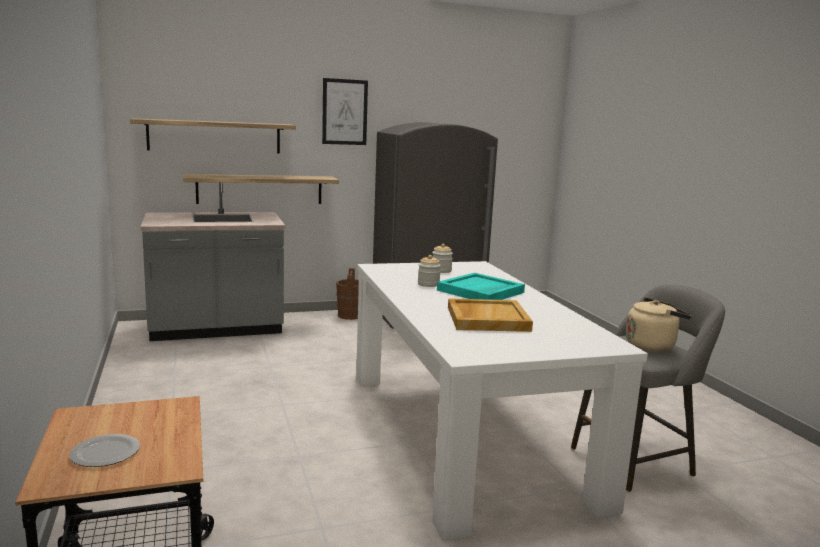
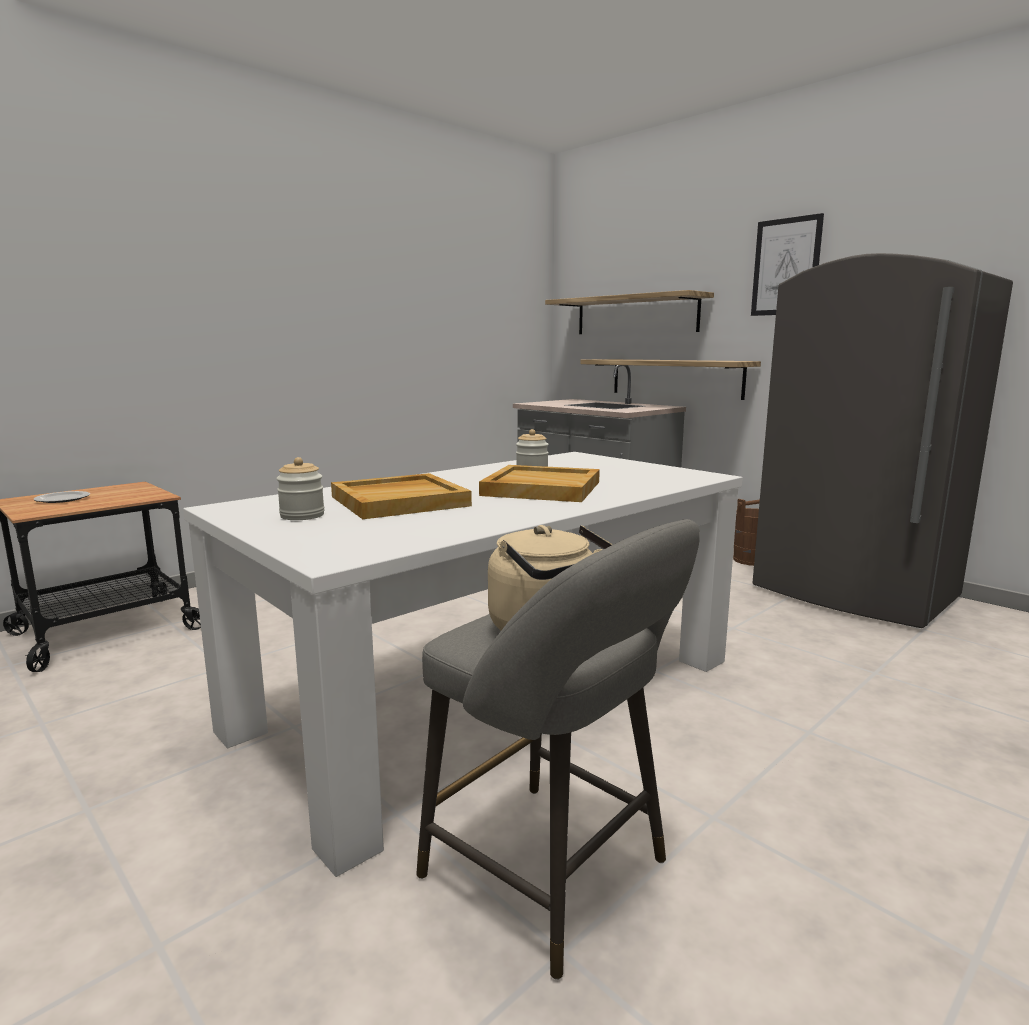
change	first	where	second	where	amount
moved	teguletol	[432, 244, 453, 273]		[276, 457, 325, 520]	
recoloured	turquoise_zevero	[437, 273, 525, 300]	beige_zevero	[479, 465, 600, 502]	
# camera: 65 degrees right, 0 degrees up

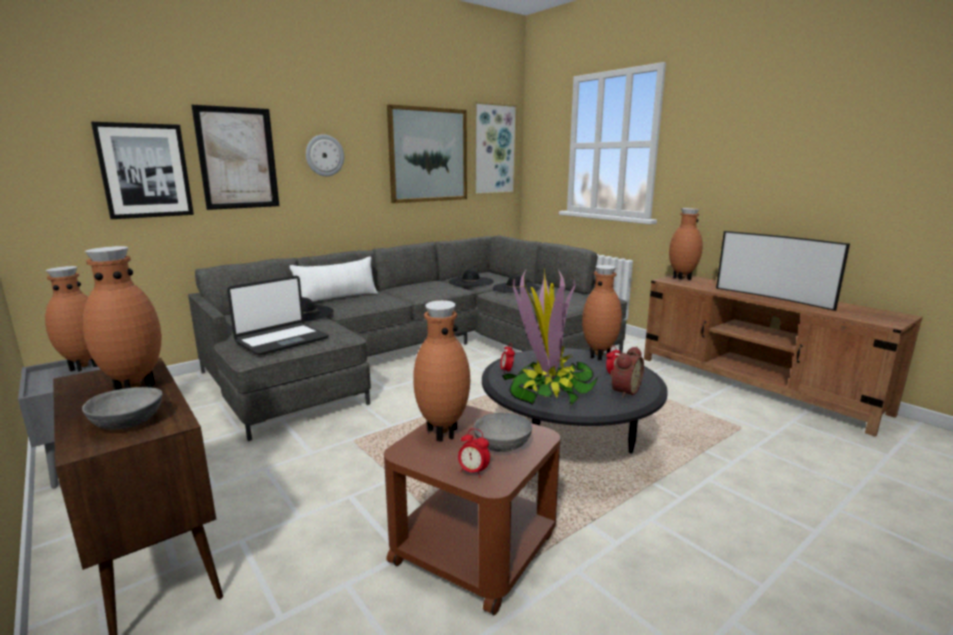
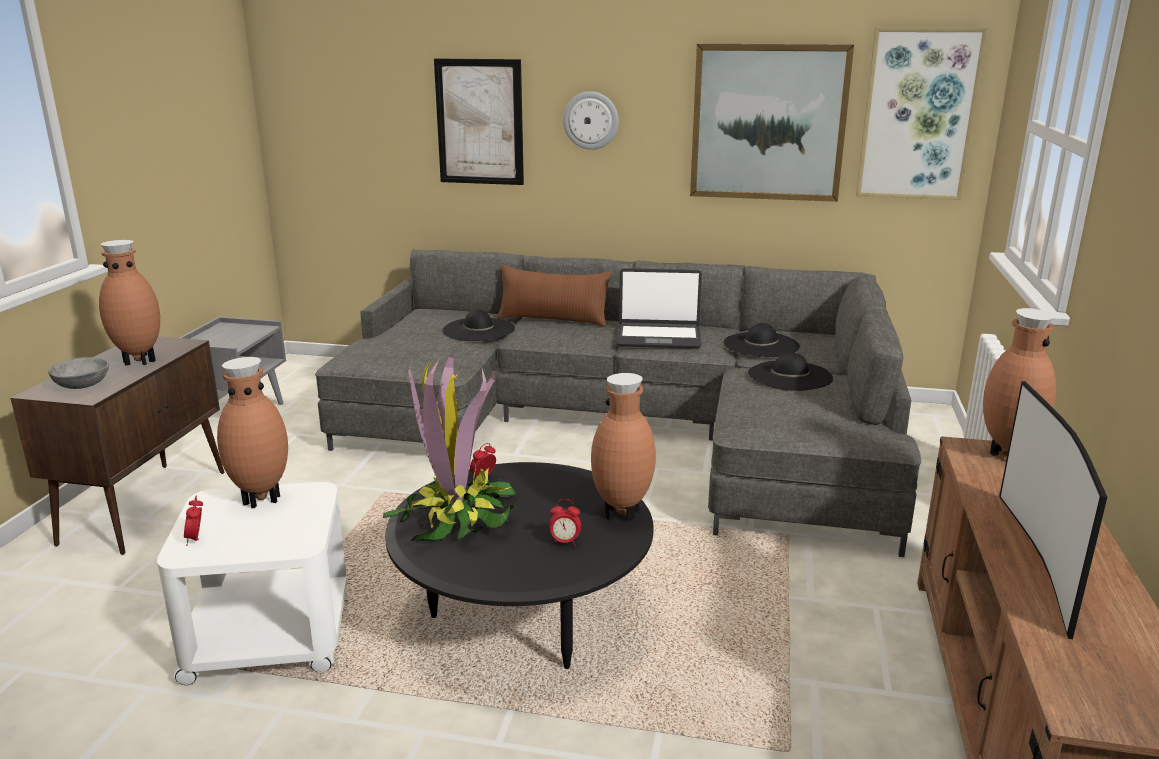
change	first	where	second	where	amount
removed	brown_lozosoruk	[45, 266, 97, 372]			
removed	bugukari	[91, 122, 194, 219]			
moved	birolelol	[227, 276, 329, 355]		[616, 268, 702, 349]	
recoloured	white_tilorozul	[290, 256, 378, 302]	brown_tilorozul	[497, 265, 612, 327]	
recoloured	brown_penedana	[384, 405, 560, 616]	white_penedana	[157, 482, 347, 685]	
removed	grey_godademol	[473, 413, 532, 452]			
removed	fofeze	[610, 346, 644, 398]			
# camera: 50 degrees right, 5 degrees up

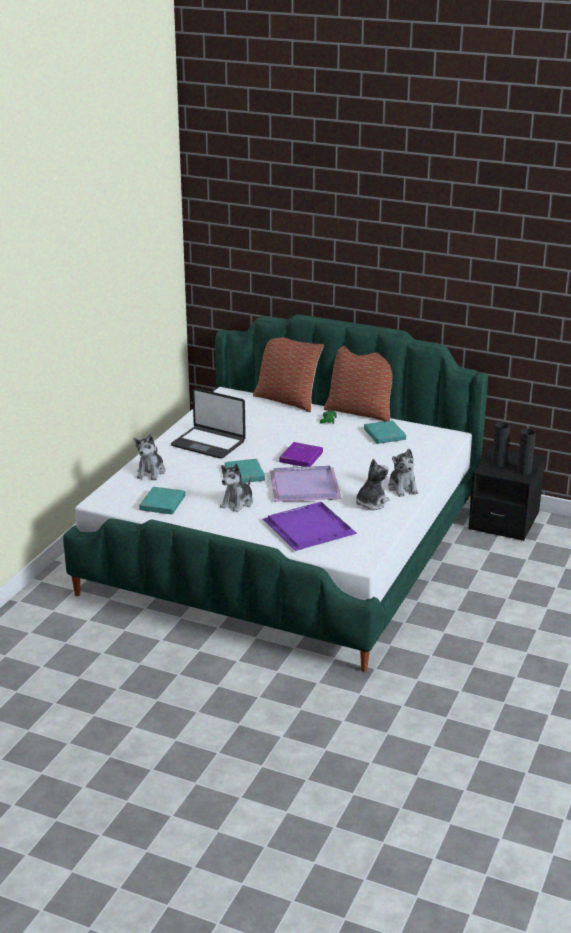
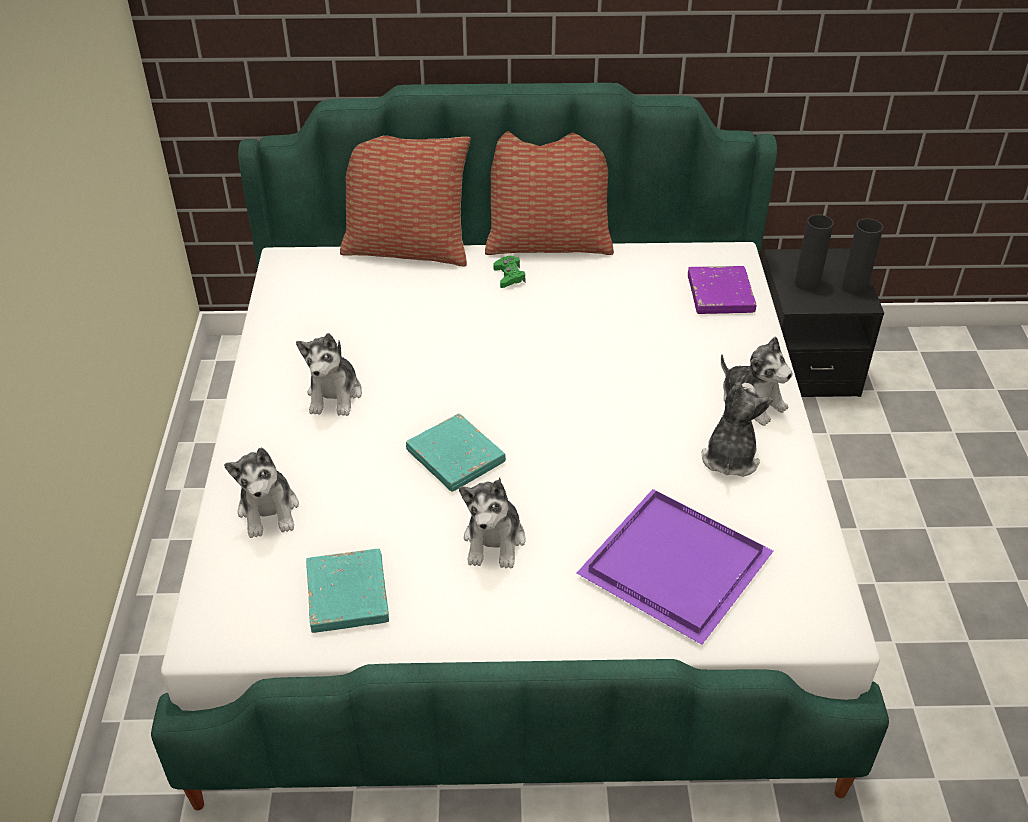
change	first	where	second	where	amount
replaced	birolelol	[171, 388, 246, 459]	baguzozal	[296, 333, 362, 416]	
removed	purple_zevero	[269, 466, 342, 502]			
moved	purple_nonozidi	[279, 442, 323, 468]		[688, 266, 756, 314]	
removed	turquoise_nonozidi	[364, 420, 406, 444]			
# camera: 25 degrees left, 15 degrees up

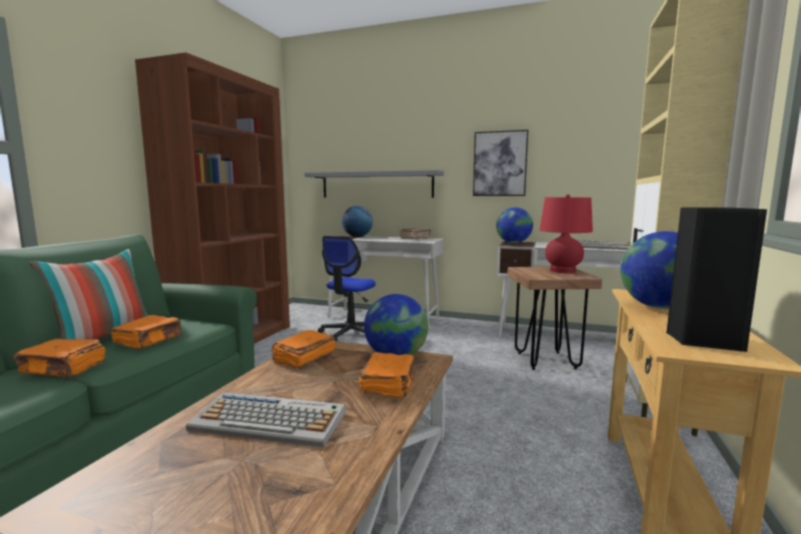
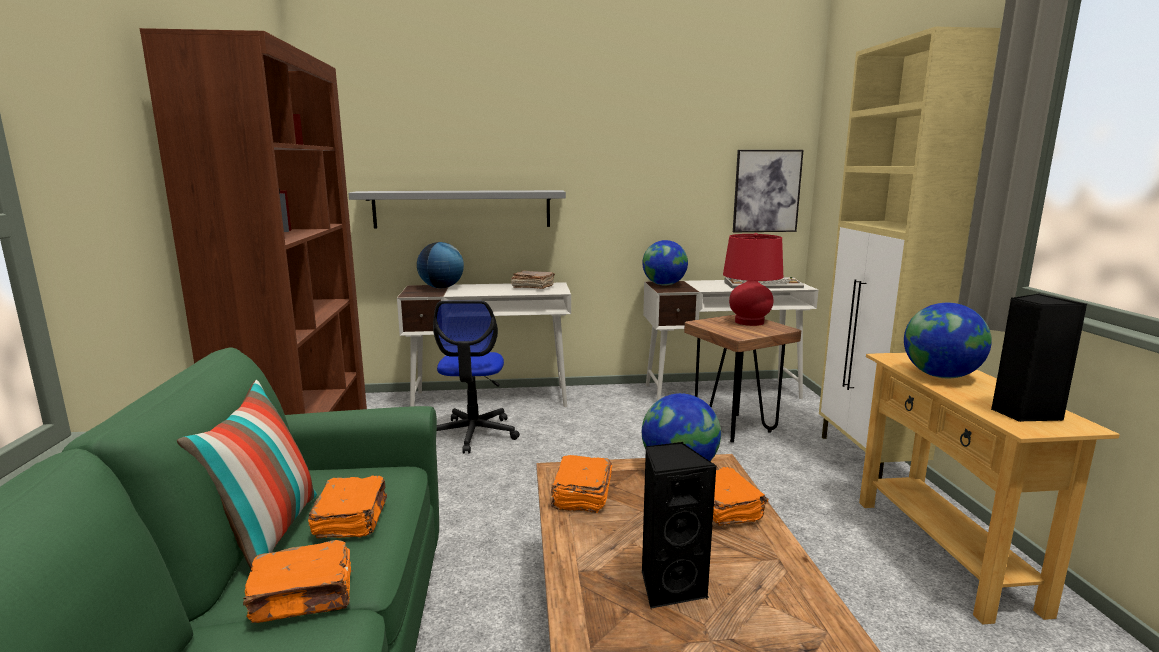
change	first	where	second	where	amount
replaced	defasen	[186, 392, 346, 448]	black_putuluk	[642, 442, 717, 609]	
moved	bugukari	[473, 130, 528, 196]		[733, 150, 804, 232]	
# camera: 25 degrees left, 5 degrees up

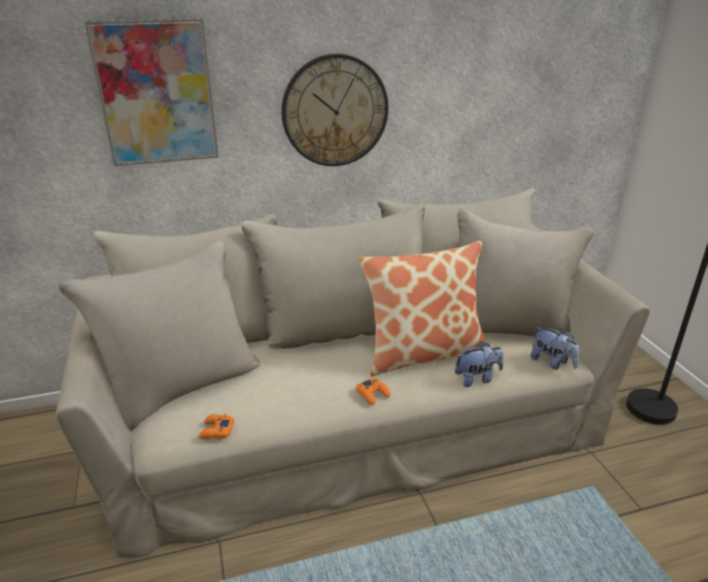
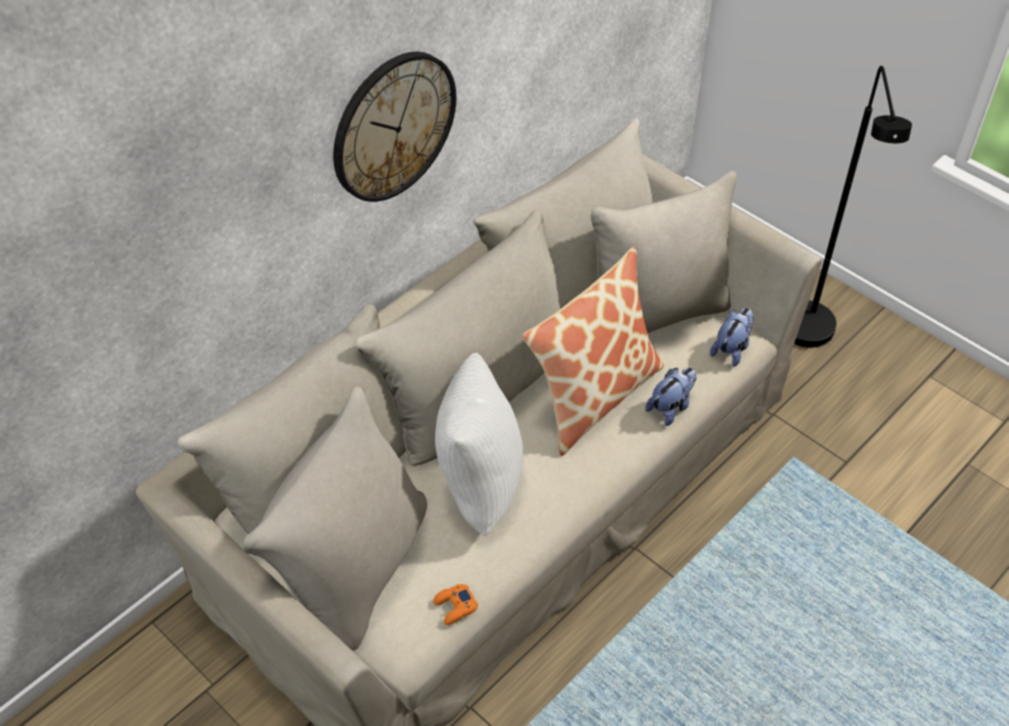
change	first	where	second	where	amount
removed	bugukari	[85, 18, 219, 166]			
removed	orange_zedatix	[356, 378, 390, 405]			
turned	baguzozal	[531, 327, 579, 370]		[710, 308, 754, 367]	75 degrees counterclockwise
added			white_tilorozul	[435, 353, 524, 537]	
# camera: 30 degrees left, 20 degrees up

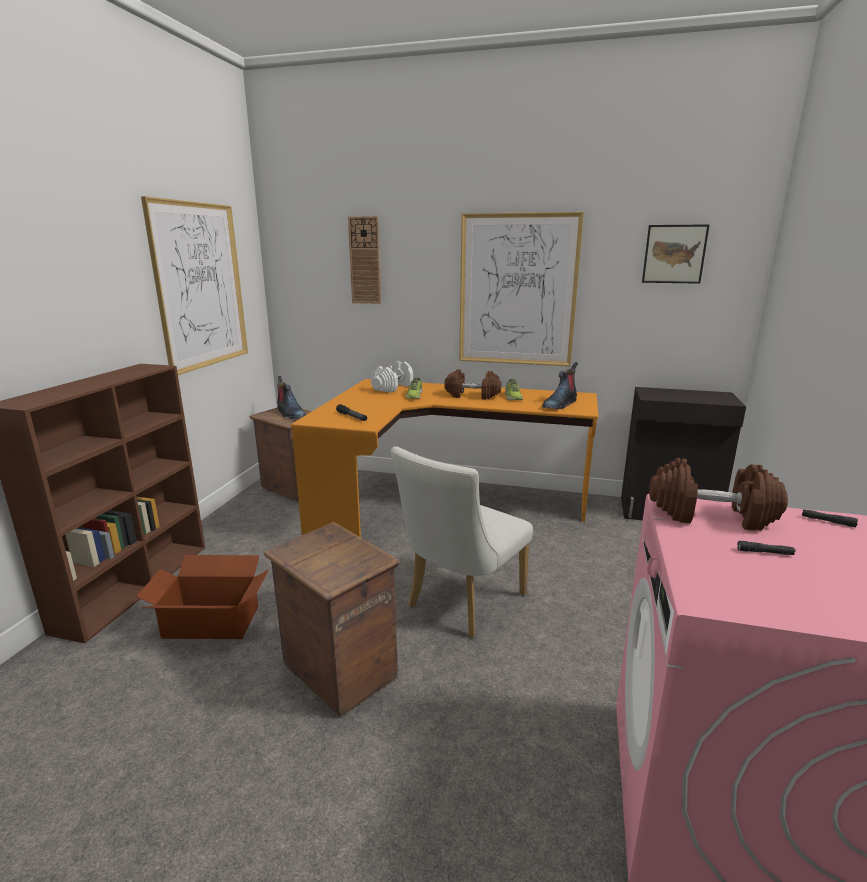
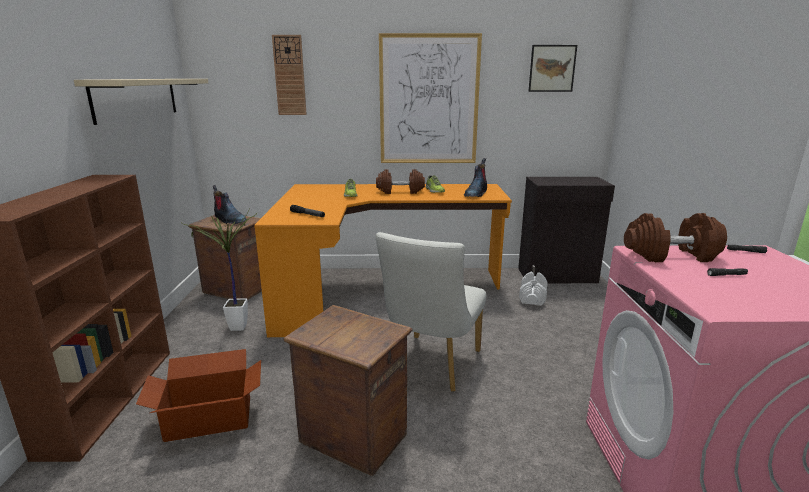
change	first	where	second	where	amount
replaced	bugukari	[141, 196, 248, 375]	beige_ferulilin	[74, 79, 208, 125]	
moved	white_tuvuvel	[371, 361, 413, 393]		[519, 272, 548, 306]	
added			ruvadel	[182, 209, 257, 331]	
# camera: 15 degrees left, 0 degrees up

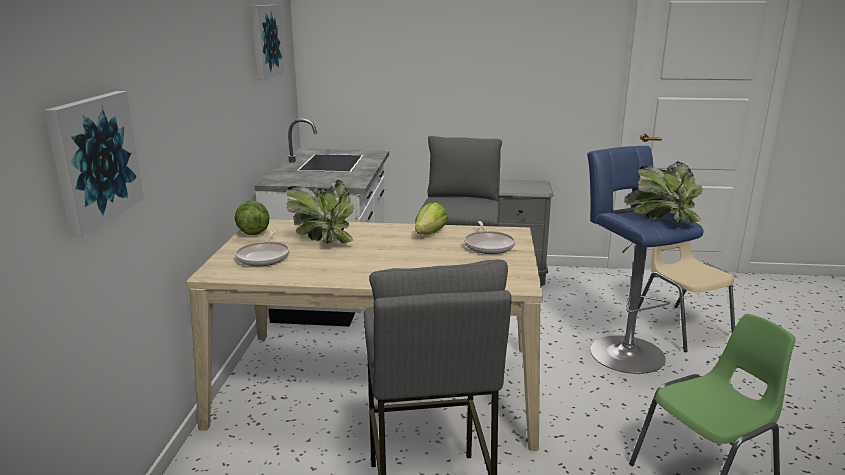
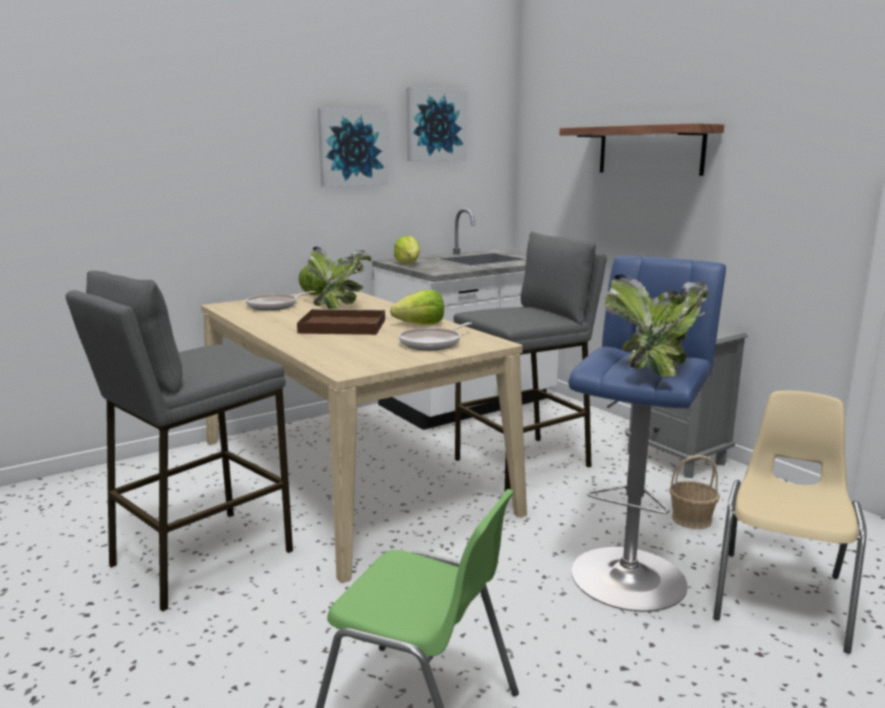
change	first	where	second	where	amount
moved	bugukari	[44, 91, 144, 237]		[318, 108, 388, 187]	
added			brown_zevero	[297, 309, 385, 335]	
added			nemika	[394, 235, 420, 264]	
added			ferulilin	[559, 123, 724, 176]	
added			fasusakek	[669, 455, 720, 529]	
# camera: 50 degrees right, 5 degrees down

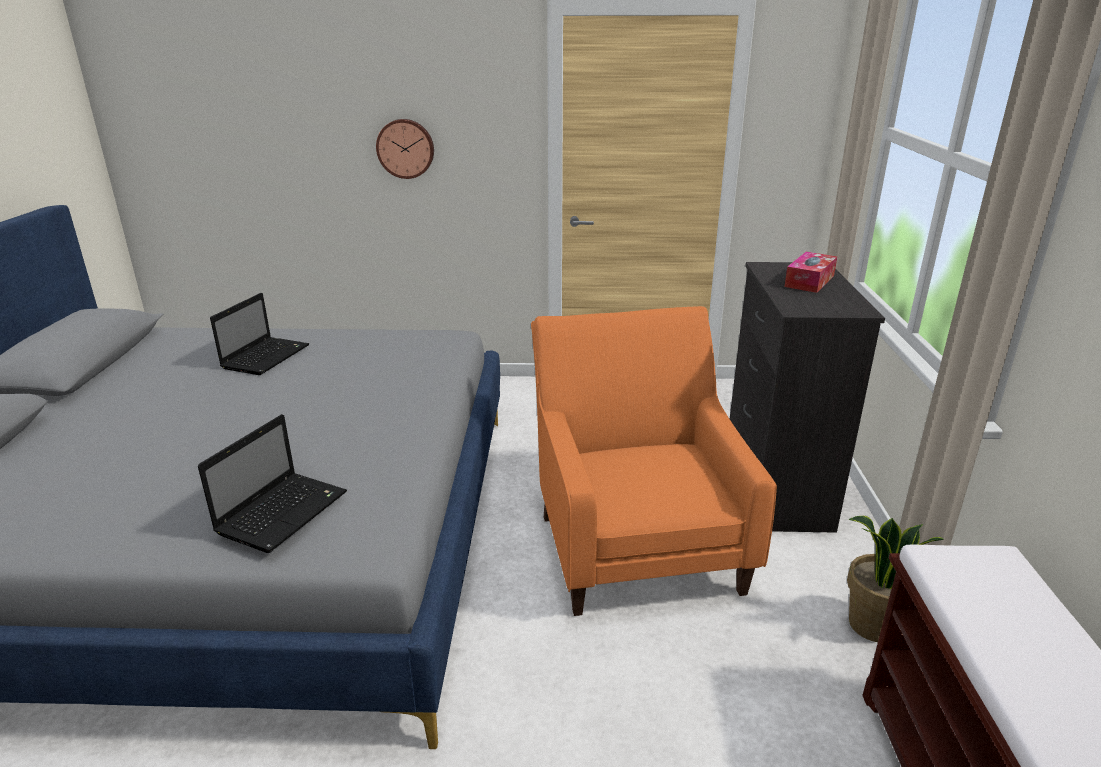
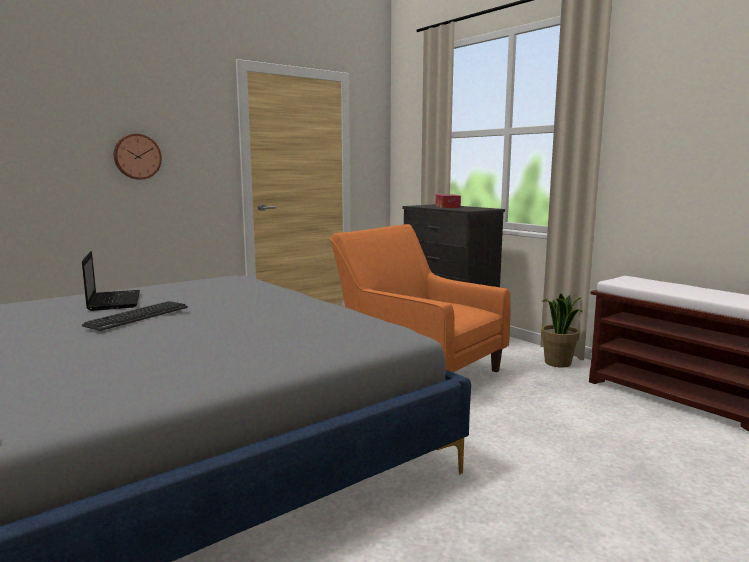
change	first	where	second	where	amount
removed	birolelol	[198, 414, 347, 553]			
added			defasen	[82, 301, 188, 331]	
# camera: 40 degrees left, 15 degrees down

